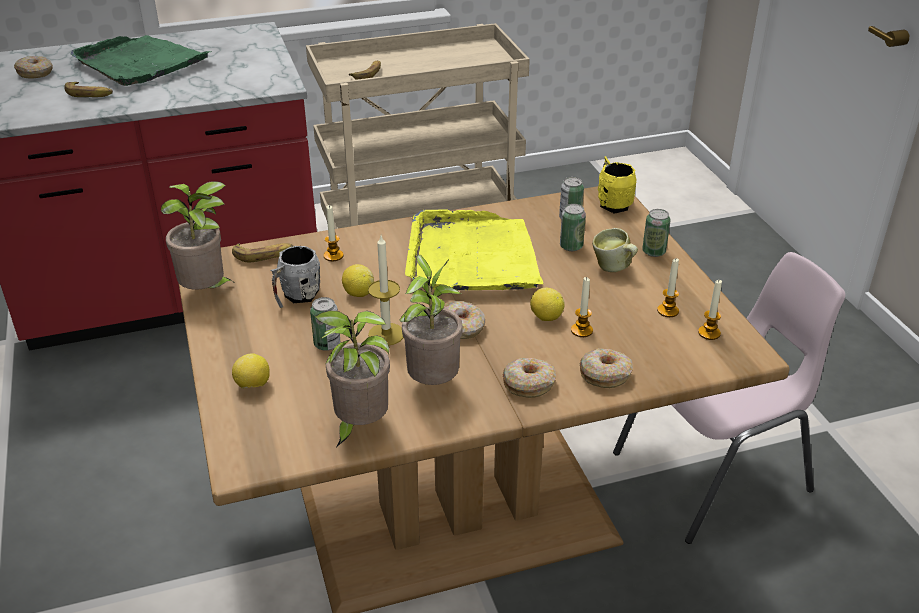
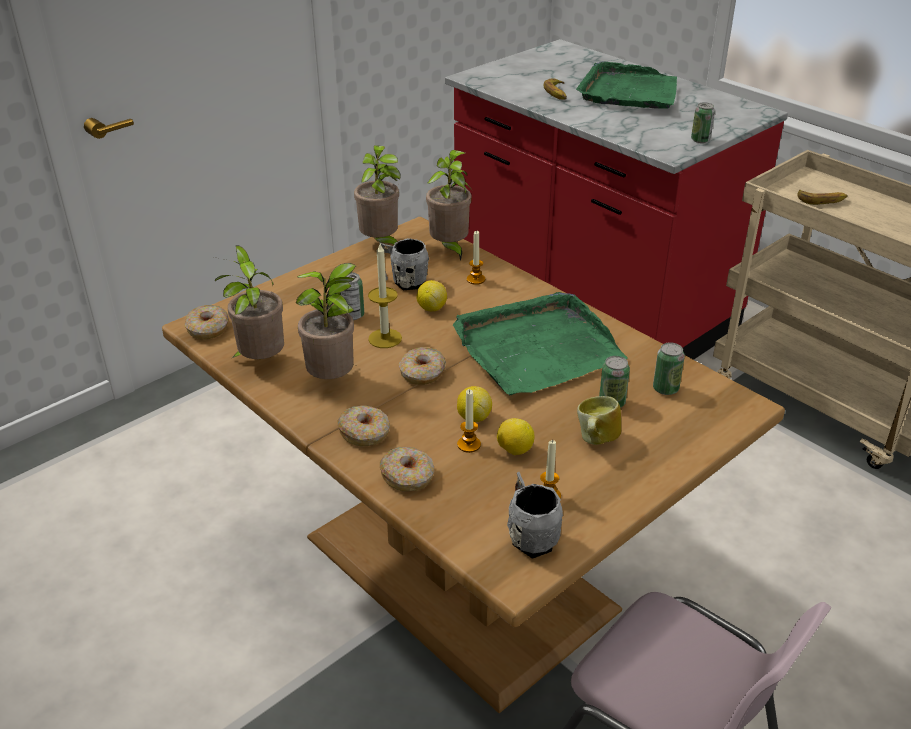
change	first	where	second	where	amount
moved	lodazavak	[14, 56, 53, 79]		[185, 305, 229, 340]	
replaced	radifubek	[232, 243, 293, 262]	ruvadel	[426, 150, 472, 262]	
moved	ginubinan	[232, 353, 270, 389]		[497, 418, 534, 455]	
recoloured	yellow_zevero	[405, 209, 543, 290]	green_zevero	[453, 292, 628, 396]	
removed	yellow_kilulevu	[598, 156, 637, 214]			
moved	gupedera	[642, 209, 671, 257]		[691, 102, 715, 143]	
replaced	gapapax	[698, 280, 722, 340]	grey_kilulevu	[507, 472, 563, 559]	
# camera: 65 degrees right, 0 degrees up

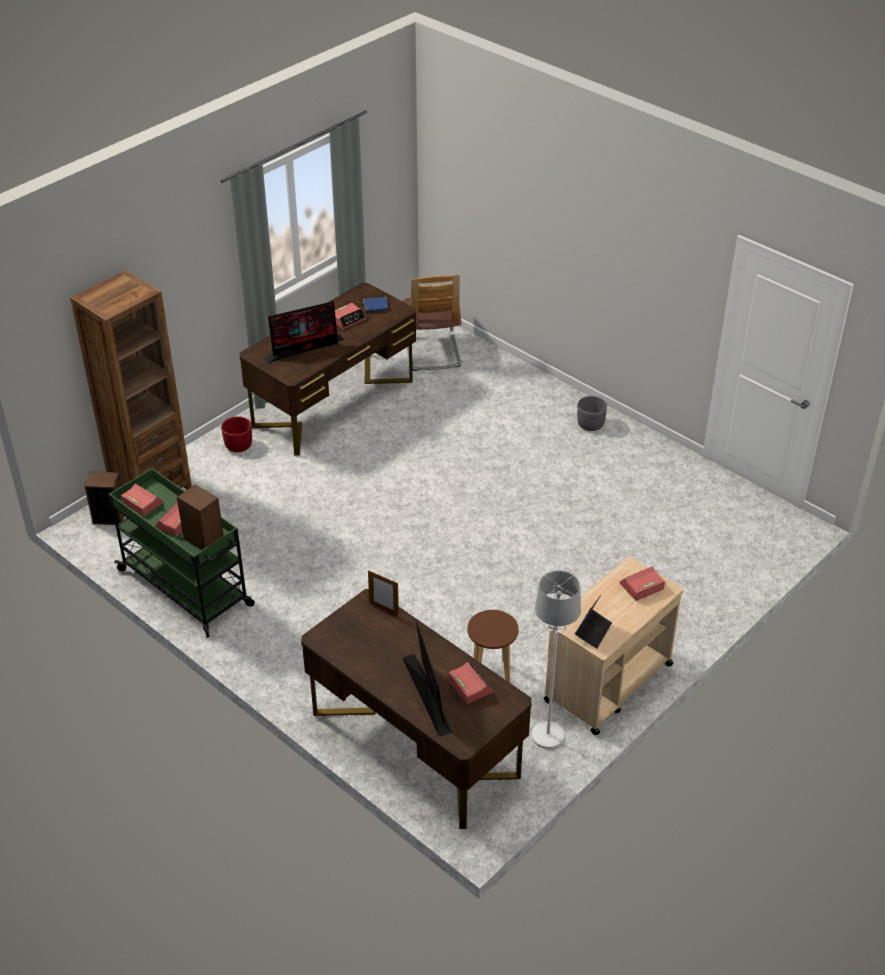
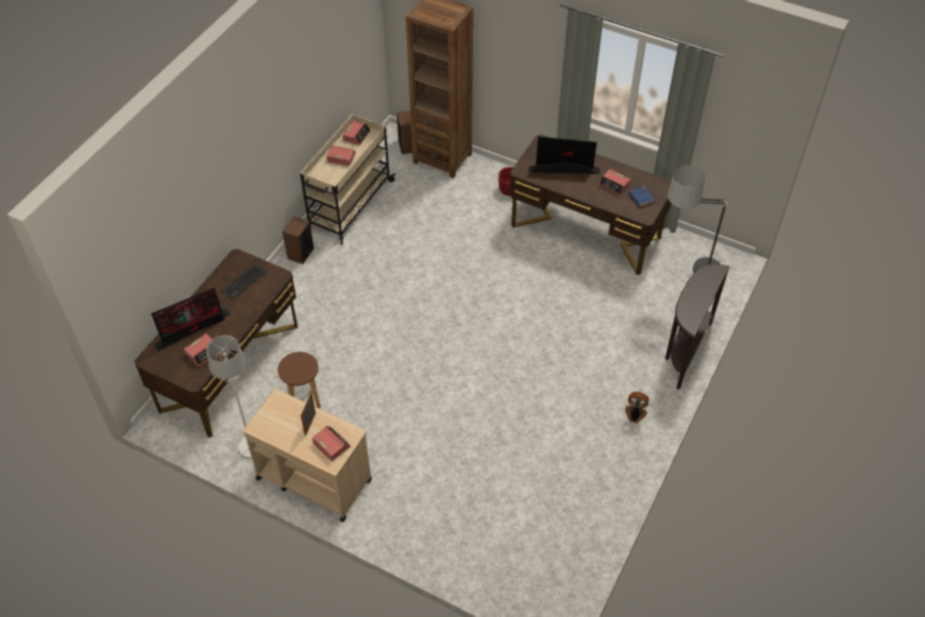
change	first	where	second	where	amount
recoloured	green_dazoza	[109, 468, 255, 638]	beige_dazoza	[300, 114, 396, 245]	
moved	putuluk	[177, 484, 224, 550]		[283, 216, 314, 264]	
turned	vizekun	[264, 301, 344, 363]		[529, 137, 600, 174]	135 degrees clockwise
moved	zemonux	[368, 570, 399, 616]		[301, 392, 316, 437]	
replaced	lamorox	[403, 275, 462, 371]	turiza	[668, 165, 729, 273]	
removed	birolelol	[575, 595, 612, 648]			
replaced	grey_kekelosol	[577, 396, 607, 431]	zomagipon	[625, 392, 649, 423]	
added			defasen	[221, 263, 268, 299]	
added			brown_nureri	[665, 264, 730, 390]	
# camera: 75 degrees right, 10 degrees up

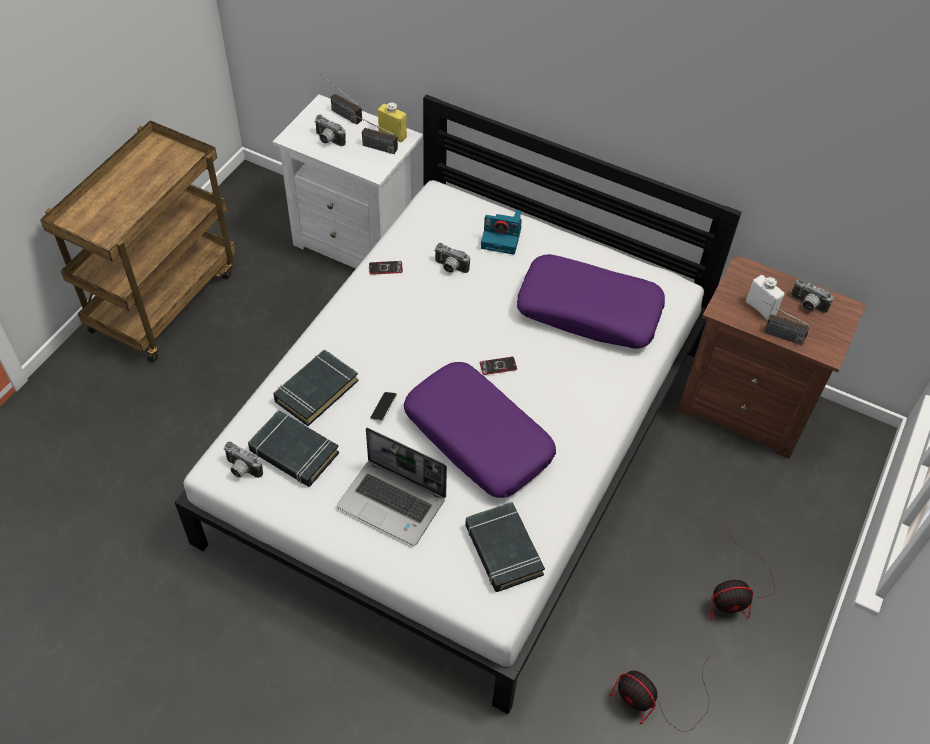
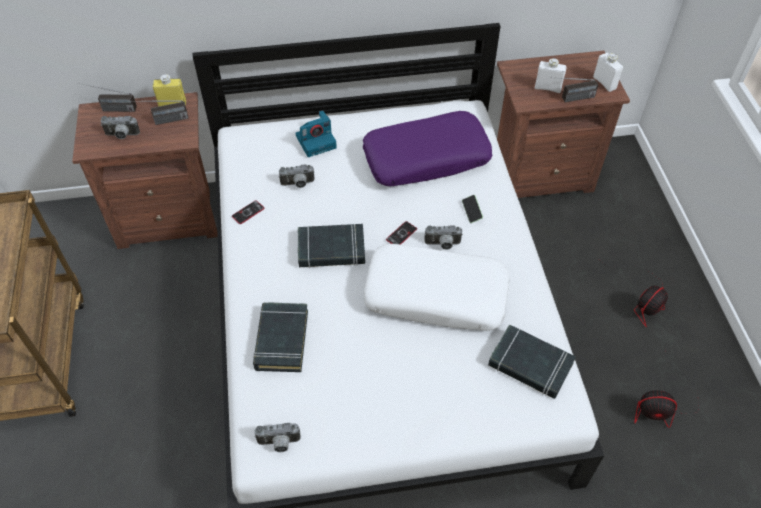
change	first	where	second	where	amount
moved	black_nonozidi	[248, 410, 339, 487]		[298, 224, 365, 268]	
recoloured	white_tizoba	[273, 94, 423, 269]	brown_tizoba	[72, 92, 218, 249]	
removed	birolelol	[337, 428, 447, 546]			
moved	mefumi	[370, 392, 397, 421]		[462, 195, 483, 223]	
recoloured	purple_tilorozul	[404, 362, 556, 498]	white_tilorozul	[364, 244, 510, 331]	
moved	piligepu	[791, 277, 834, 313]		[424, 225, 463, 250]	
added			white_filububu	[593, 53, 623, 92]	
# camera: 35 degrees left, 0 degrees up

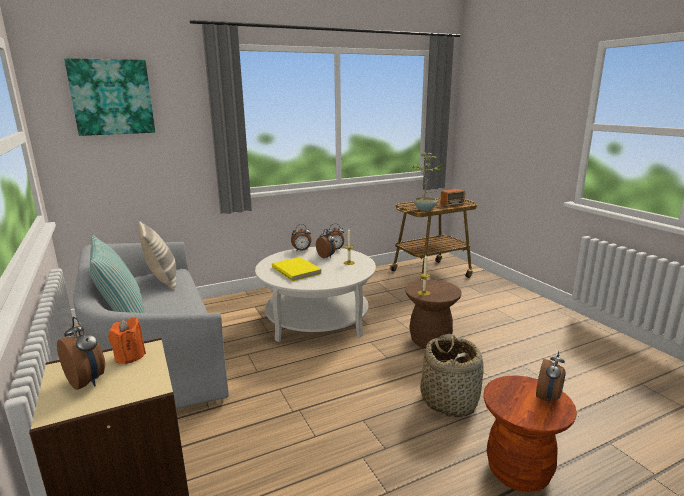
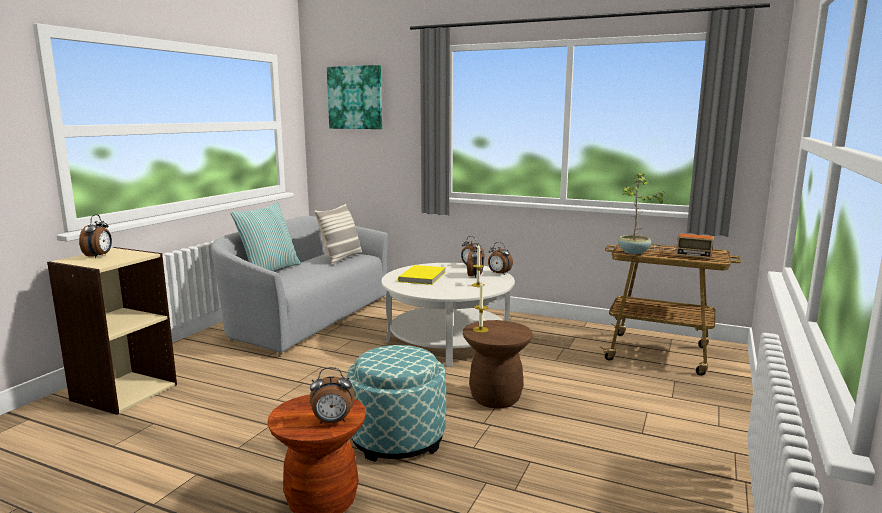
change	first	where	second	where	amount
removed	orange_gapapax	[108, 317, 146, 364]			
replaced	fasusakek	[420, 334, 484, 417]	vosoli	[347, 345, 446, 462]	
# camera: 50 degrees right, 5 degrees down

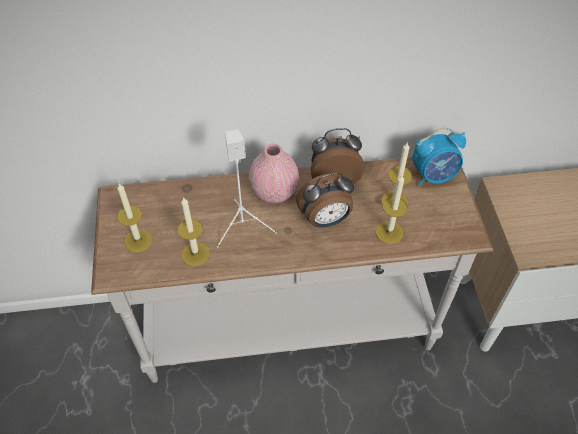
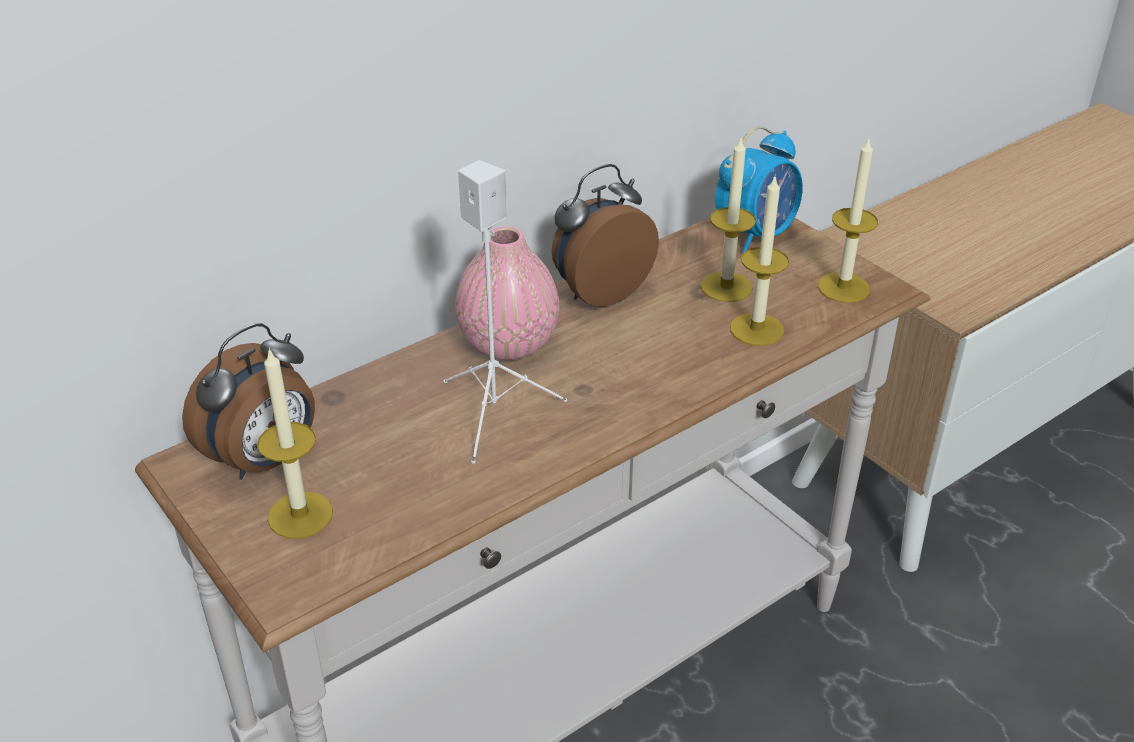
change	first	where	second	where	amount
moved	gapapax	[178, 197, 210, 266]		[818, 138, 878, 303]	
moved	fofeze	[296, 173, 354, 228]		[182, 323, 315, 480]	
# camera: 30 degrees left, 15 degrees down

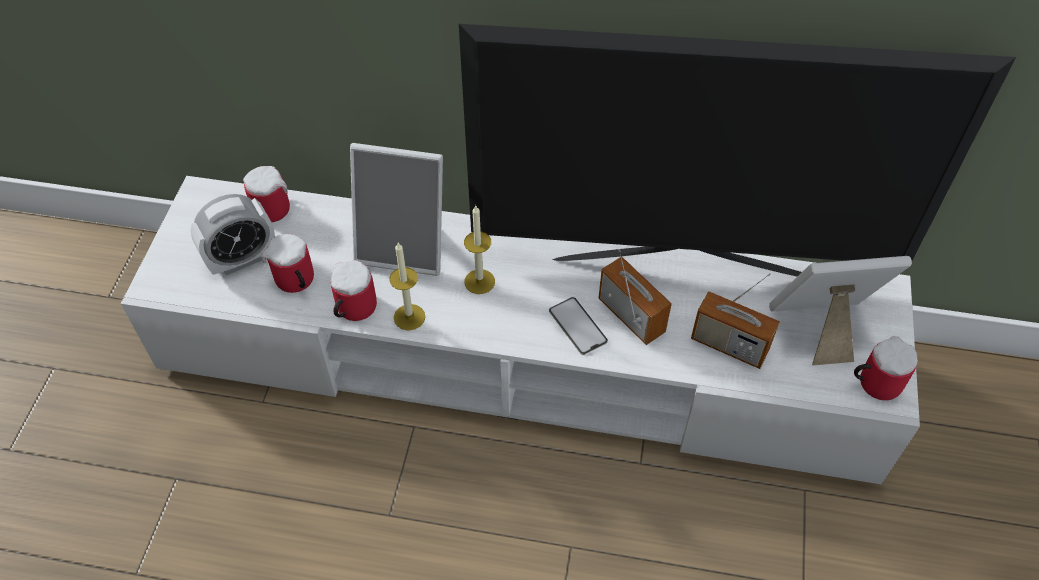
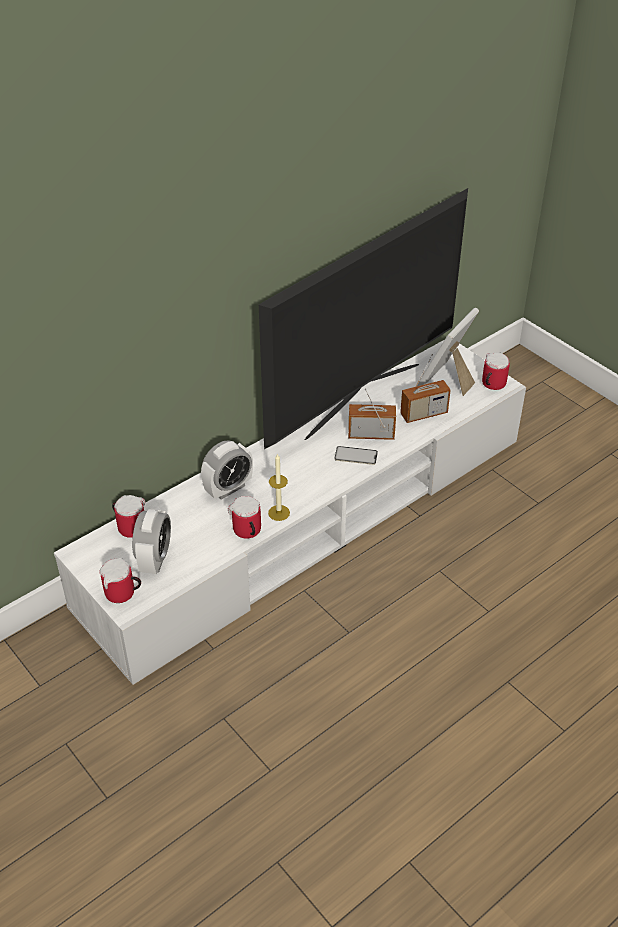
change	first	where	second	where	amount
moved	kilulevu	[261, 234, 314, 293]		[99, 558, 141, 603]	
replaced	zemonux	[350, 143, 443, 276]	fofeze	[201, 440, 253, 500]	
removed	gapapax	[464, 206, 495, 294]			
# camera: 50 degrees left, 10 degrees down

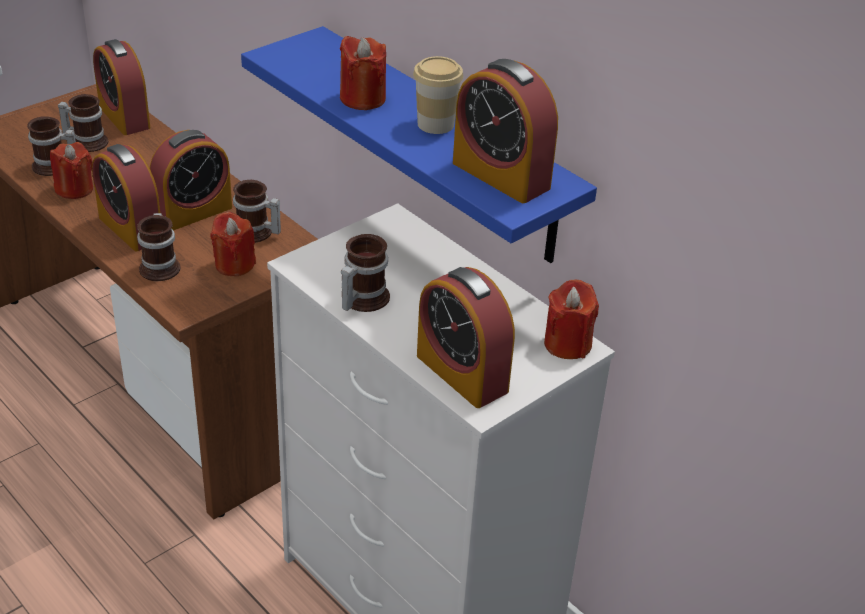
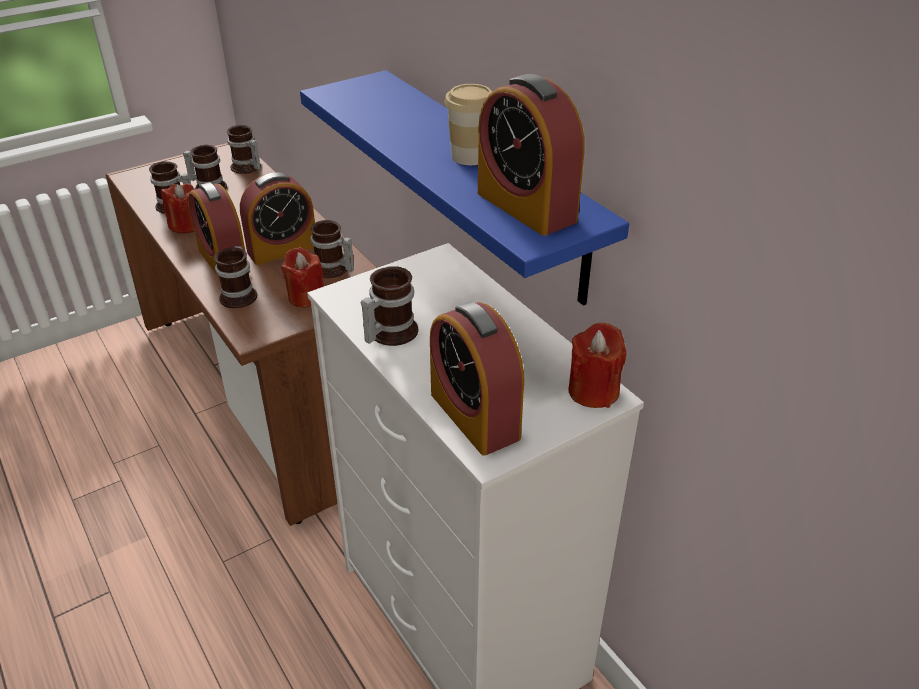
change	first	where	second	where	amount
replaced	fofeze	[93, 39, 150, 135]	kilulevu	[227, 125, 261, 174]	
removed	red_gapapax	[340, 36, 386, 110]			
# camera: 10 degrees right, 0 degrees up

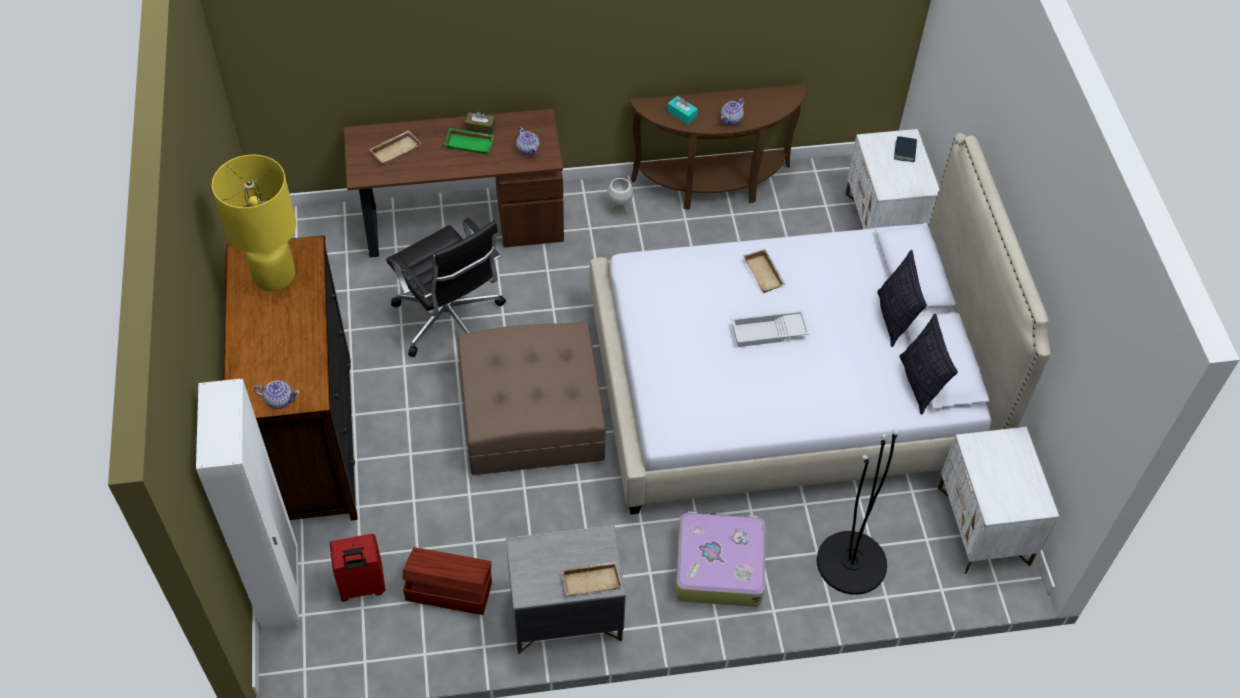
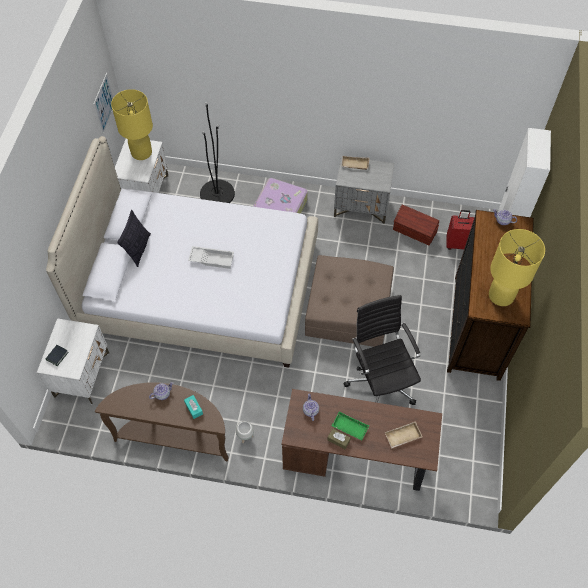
change	first	where	second	where	amount
removed	beige_zevero	[743, 249, 786, 293]			
removed	tilorozul	[899, 314, 958, 415]			
added			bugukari	[93, 73, 113, 135]	
added			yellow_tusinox	[111, 89, 153, 160]	
# camera: 160 degrees left, 5 degrees up

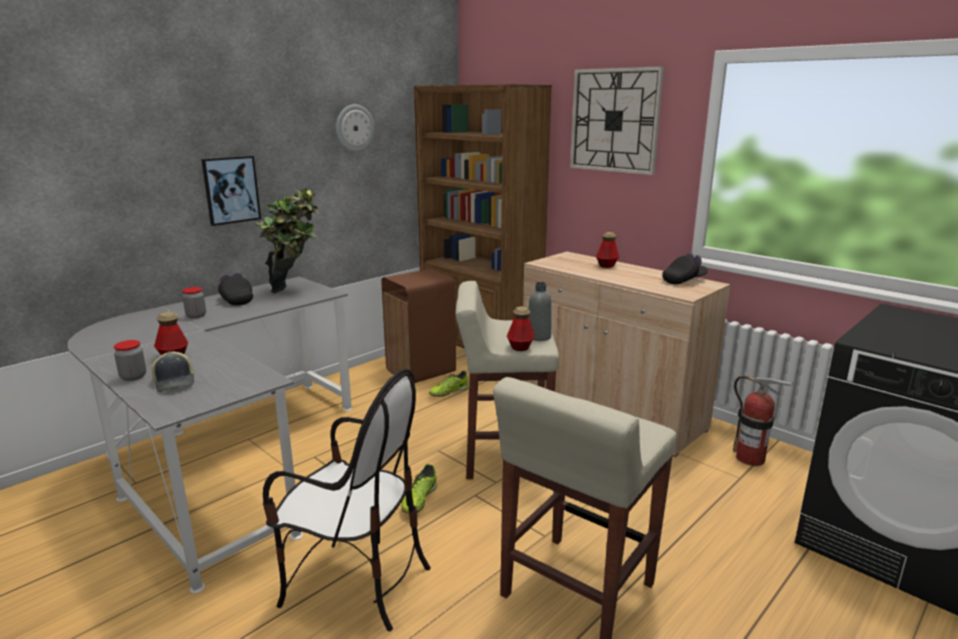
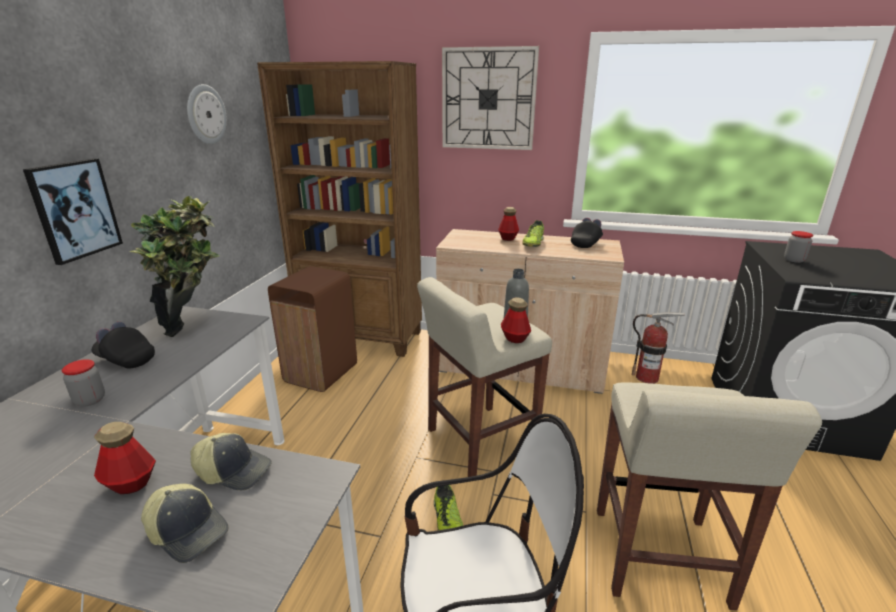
change	first	where	second	where	amount
moved	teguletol	[114, 340, 146, 381]		[784, 231, 813, 263]	
moved	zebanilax	[429, 370, 469, 397]		[522, 220, 544, 247]	
added			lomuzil	[190, 433, 272, 491]	
# camera: 30 degrees left, 5 degrees up

